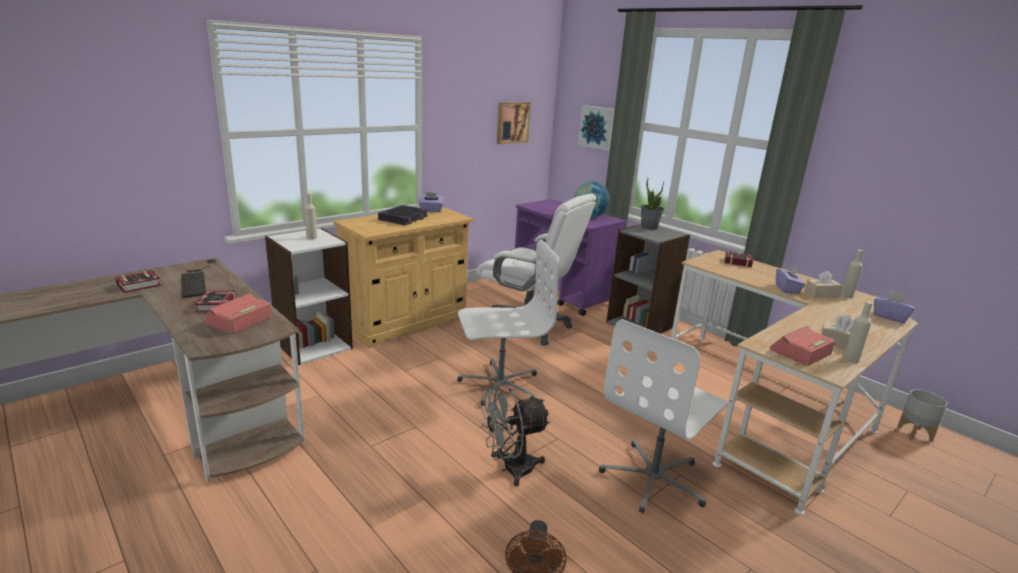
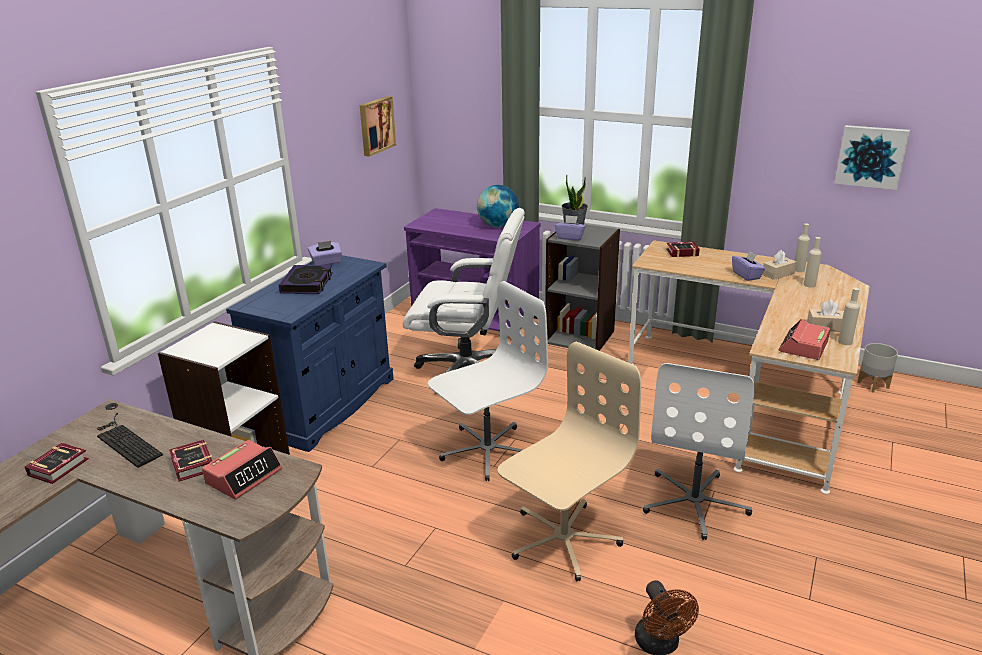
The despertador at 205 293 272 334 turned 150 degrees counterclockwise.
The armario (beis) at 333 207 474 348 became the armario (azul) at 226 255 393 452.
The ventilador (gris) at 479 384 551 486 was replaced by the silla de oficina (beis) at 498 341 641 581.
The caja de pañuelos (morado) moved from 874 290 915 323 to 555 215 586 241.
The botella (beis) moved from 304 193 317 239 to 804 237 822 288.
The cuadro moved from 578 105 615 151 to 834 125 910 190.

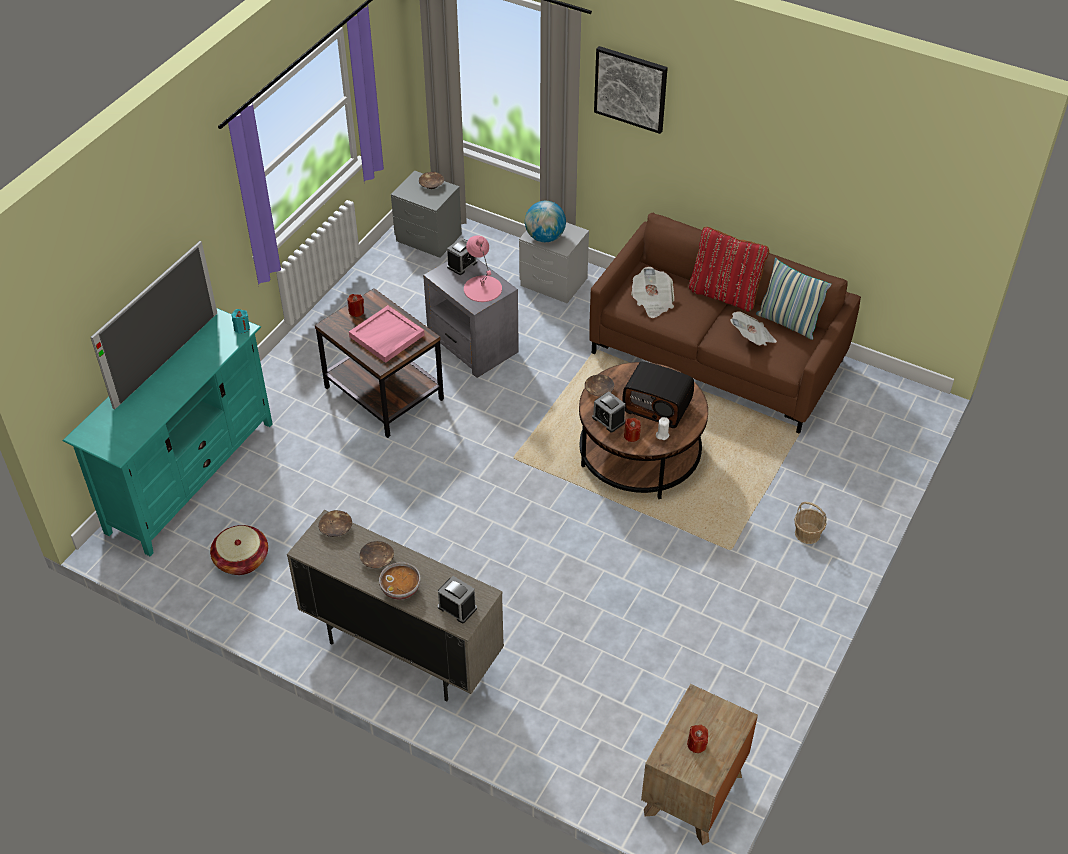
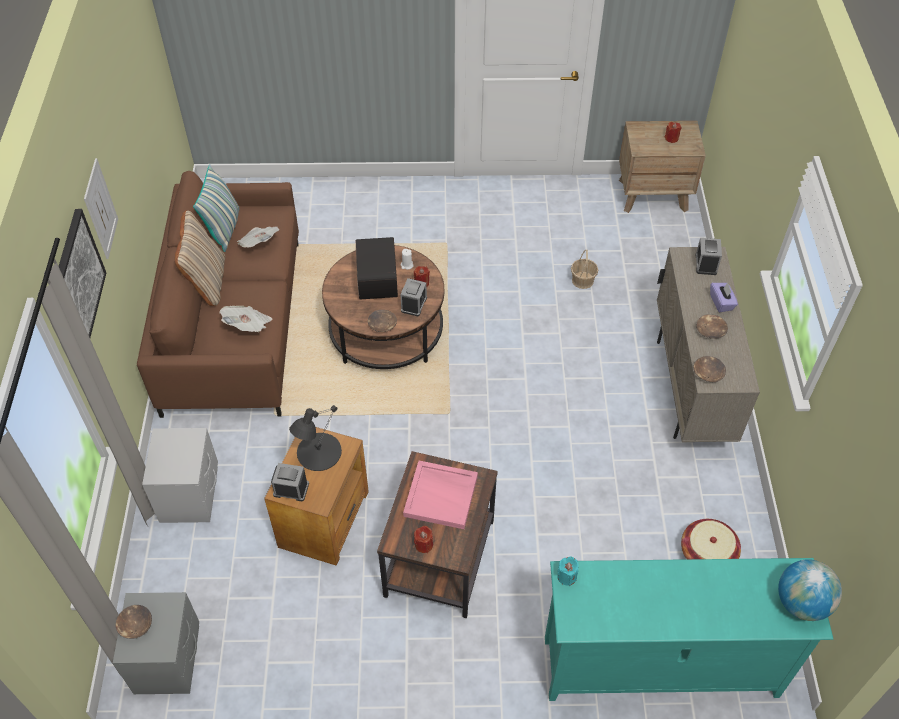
The cuadro at 84 158 118 259 appeared.
The cojín (rojo) at 689 227 769 312 became the cojín (beis) at 175 211 225 306.
The mesa auxiliar (gris) at 423 258 519 378 became the mesa auxiliar (marrón) at 264 427 369 566.
The lámpara de mesa (rosa) at 464 235 502 302 became the lámpara de mesa (negro) at 289 405 342 471.
The cesta moved from 794 502 827 544 to 571 250 598 289.
The cuenco at 379 562 421 600 was replaced by the caja de pañuelos (morado) at 710 283 738 313.
The globo terráqueo moved from 525 201 566 242 to 778 559 842 621.
The televisor at 91 241 217 409 disappeared.

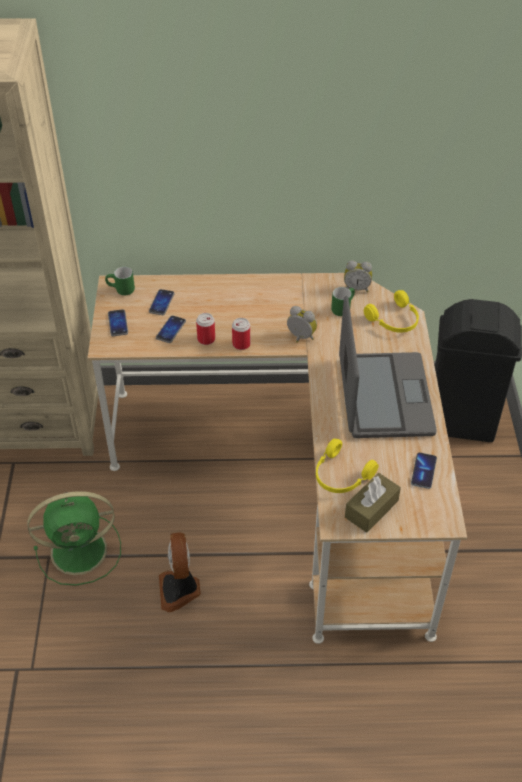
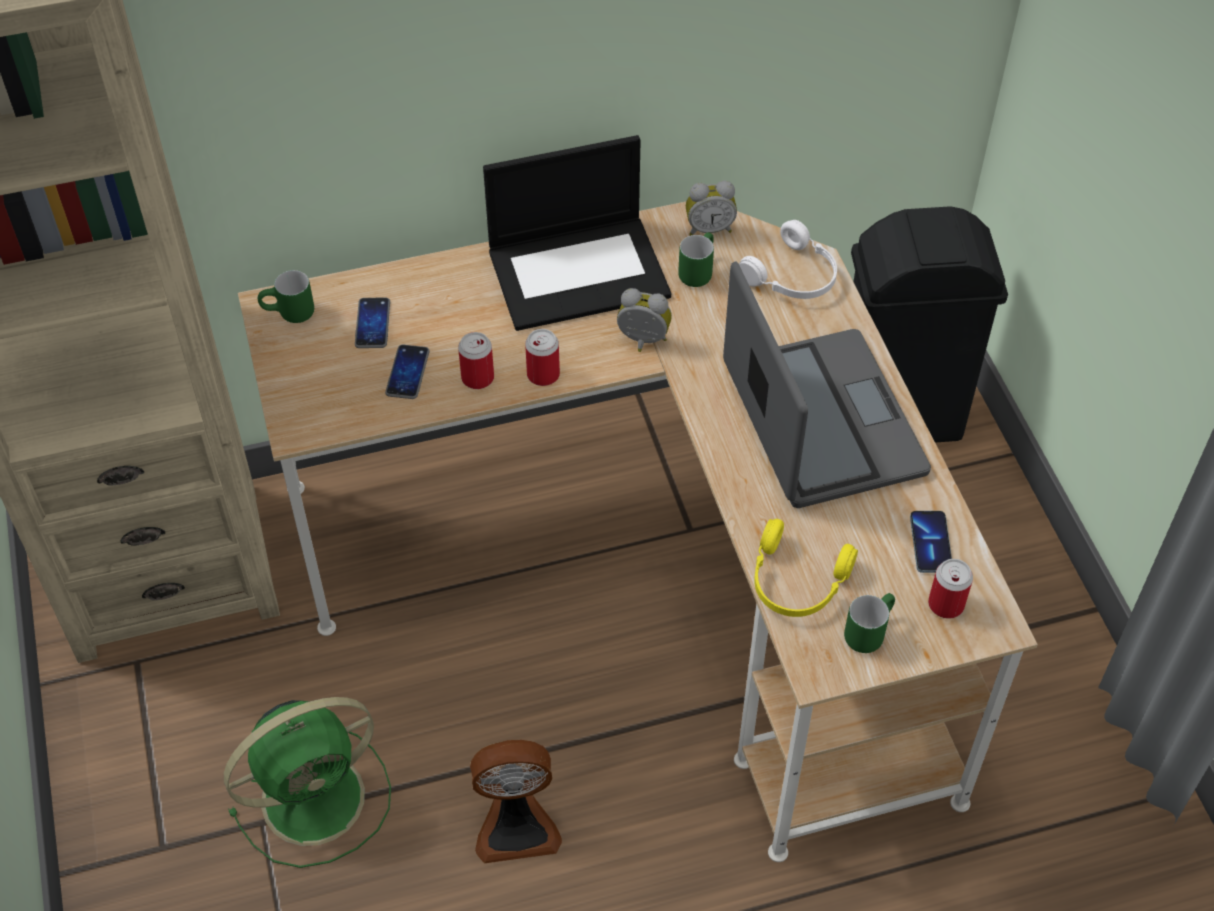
The ventilador at 159 532 201 612 turned 75 degrees counterclockwise.
The portátil at 483 135 671 331 appeared.
The auriculares (amarillo) at 364 290 419 333 became the auriculares (blanco) at 739 220 837 299.
The caja de pañuelos (marrón) at 345 473 401 533 was replaced by the taza grande (verde) at 844 593 895 653.
The lata at 928 559 973 618 appeared.
The móvil at 108 309 128 336 disappeared.

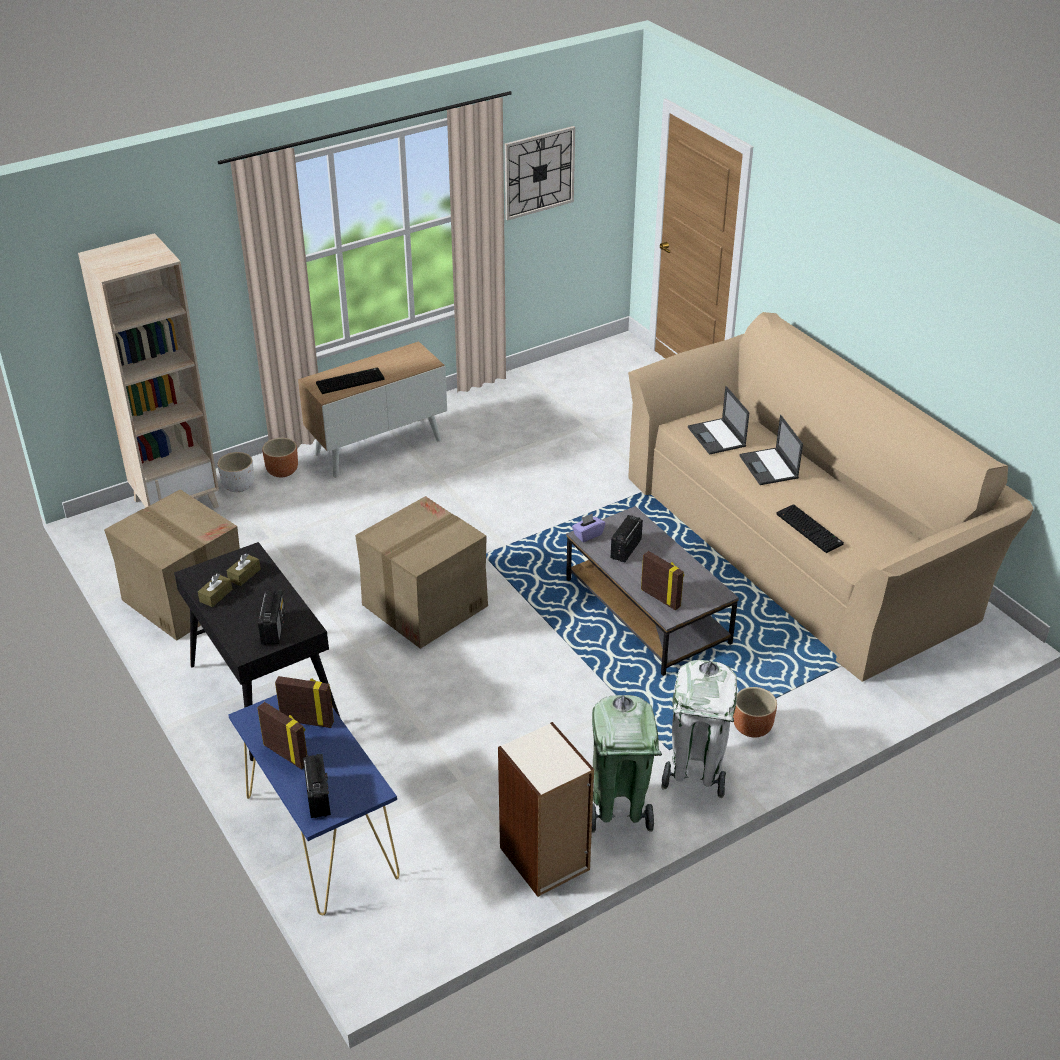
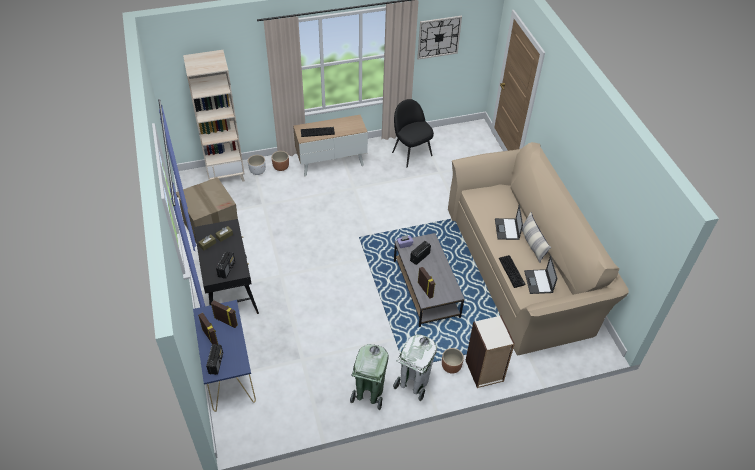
The silla (negro) at 392 99 434 167 appeared.
The estantería moved from 498 722 594 897 to 466 315 515 388.
The cojín at 522 212 551 263 appeared.
The portátil moved from 688 386 750 455 to 524 255 558 294.
The caja de cartón at 355 496 488 649 disappeared.

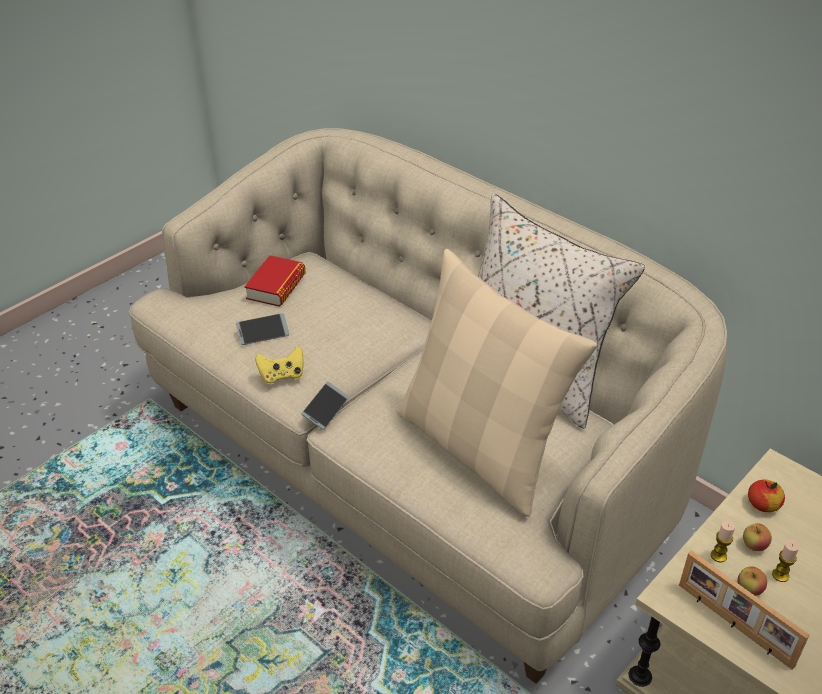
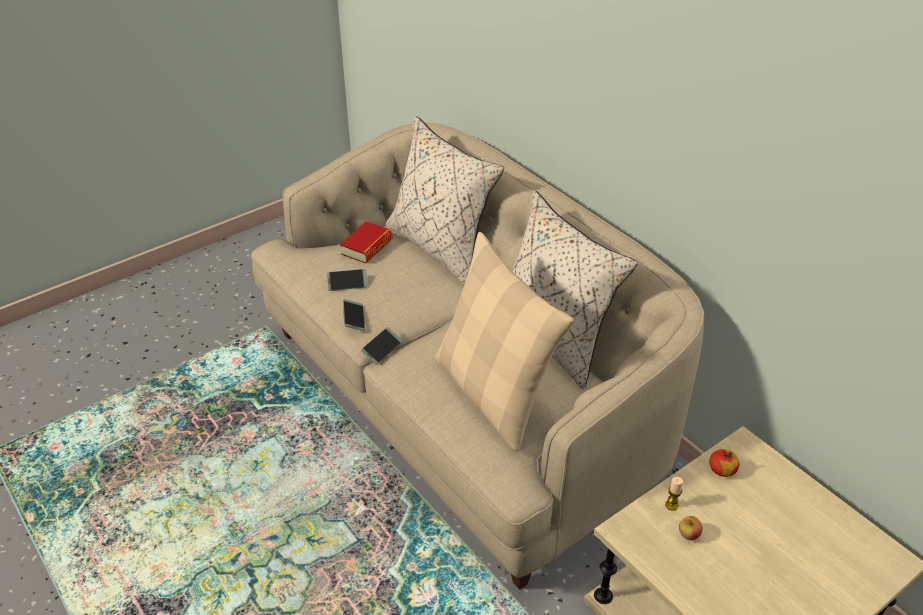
The mando de consola (amarillo) at 255 346 304 384 was replaced by the móvil at 343 299 365 331.
The cojín (beis) at 386 116 504 285 appeared.
The portarretratos at 679 550 809 670 disappeared.
The manzana at 743 523 772 551 disappeared.
The vela at 772 540 800 582 disappeared.

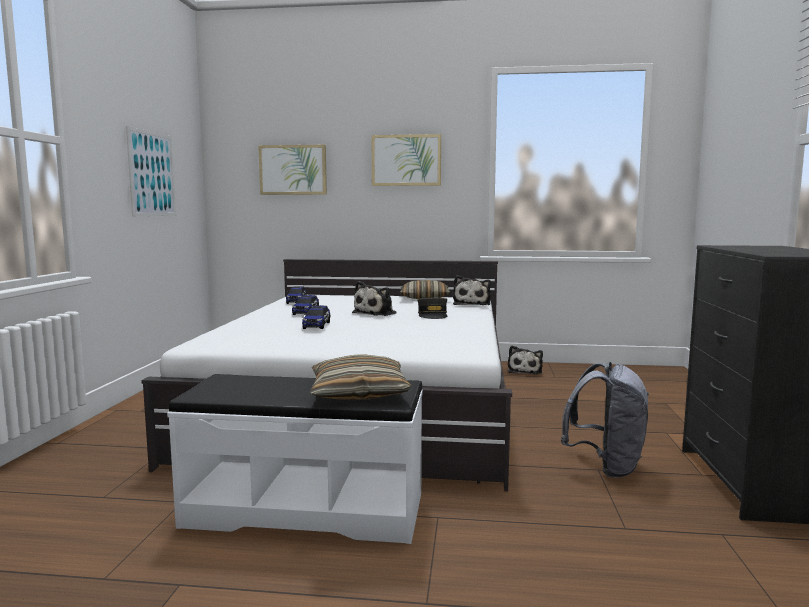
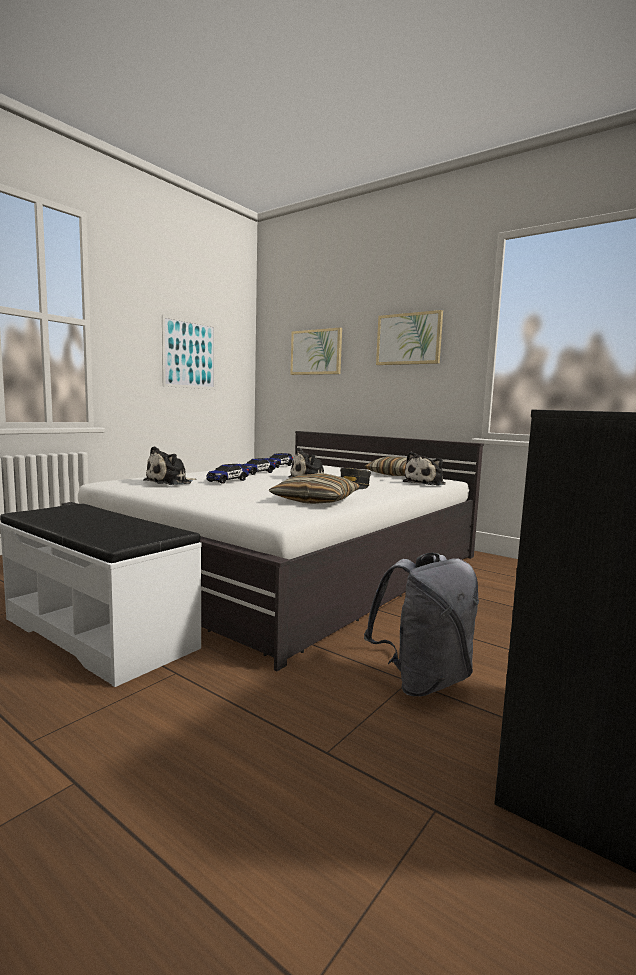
The peluche moved from 508 346 543 374 to 143 446 197 485.
The cojín moved from 310 354 411 400 to 268 473 360 504.

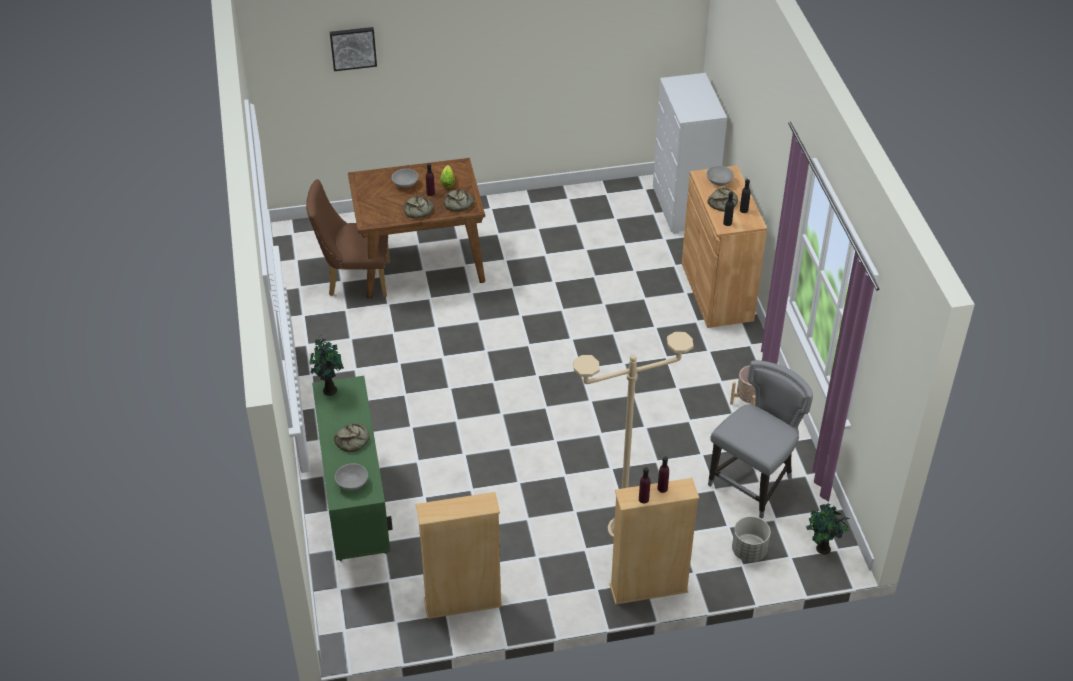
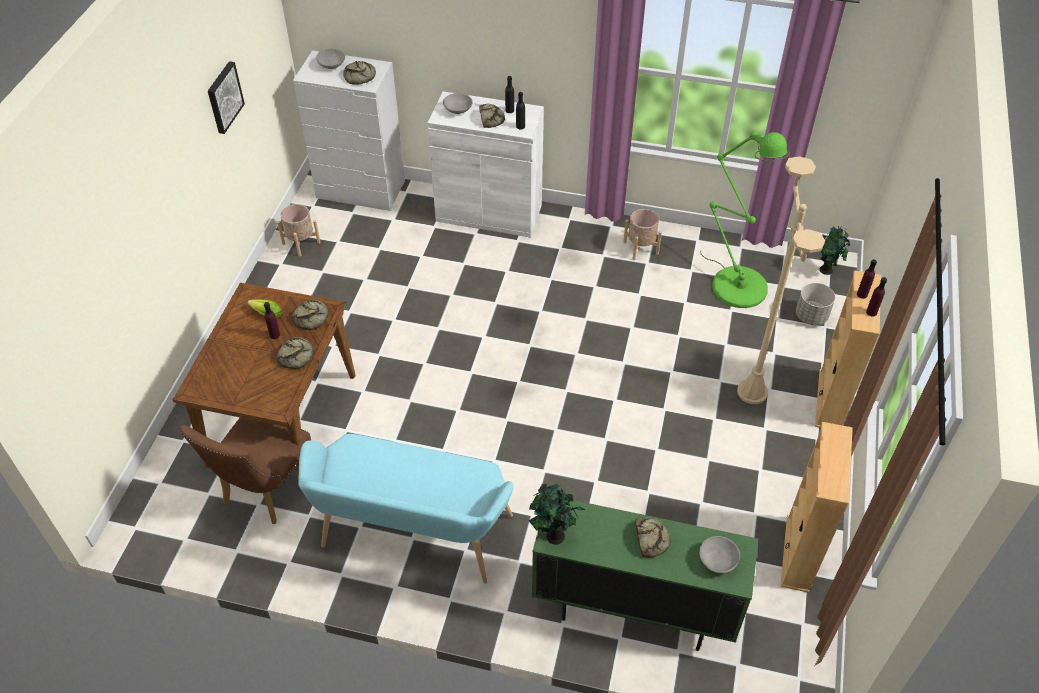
The cuadro moved from 330 27 377 71 to 208 61 245 134.
The maceta (beis) at 277 204 321 257 appeared.
The banco (turquesa) at 298 434 514 584 appeared.
The cuenco (gris) moved from 392 168 418 188 to 316 48 345 69.
The pan at 343 61 376 85 appeared.
The armario (marrón) at 682 165 767 328 became the armario (blanco) at 428 91 544 238.
The silla (gris) at 708 360 813 519 was replaced by the lámpara de pie (verde) at 700 131 790 308.

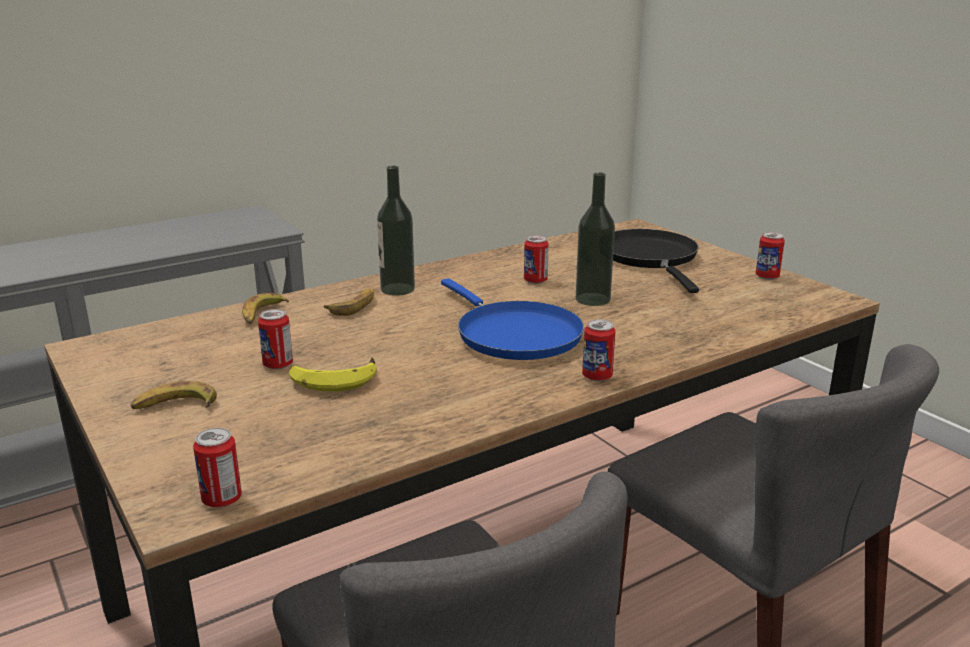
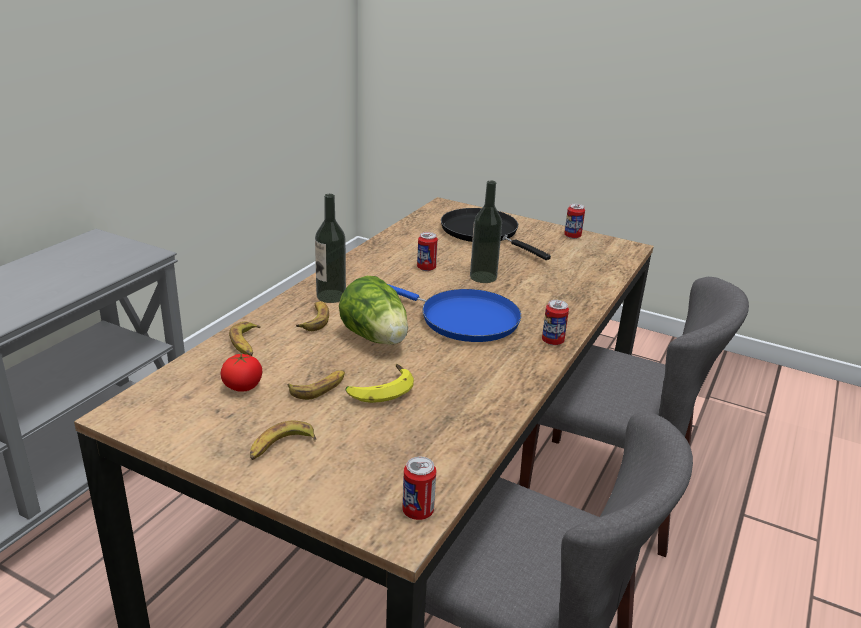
The tomate at 221 353 262 392 appeared.
The lata at 258 309 293 370 was replaced by the plátano at 287 370 345 400.
The lechuga at 339 276 408 345 appeared.

